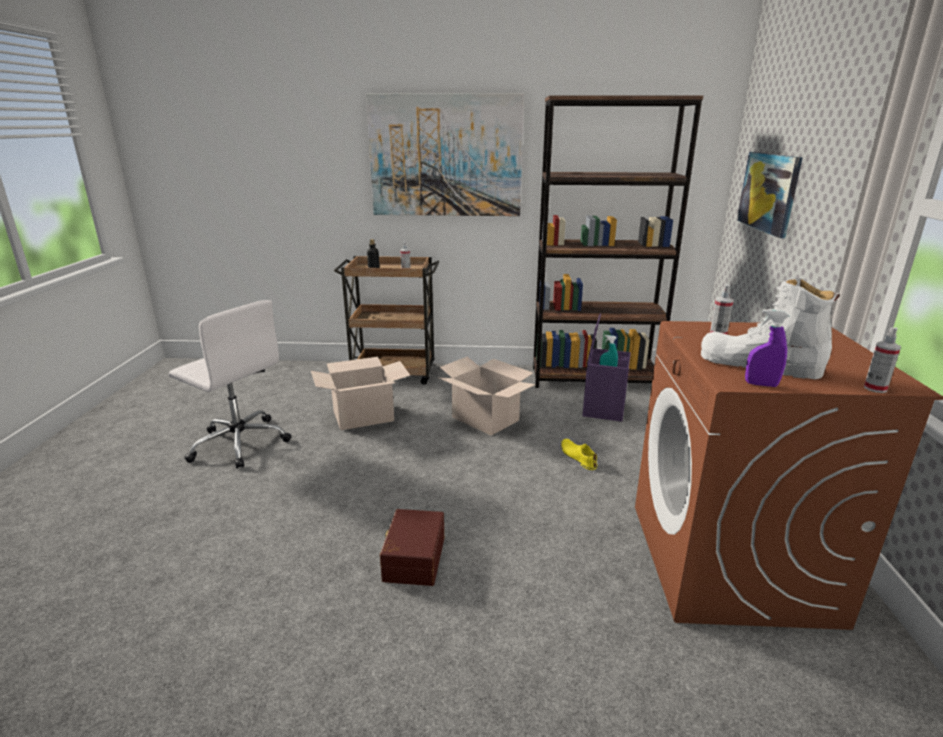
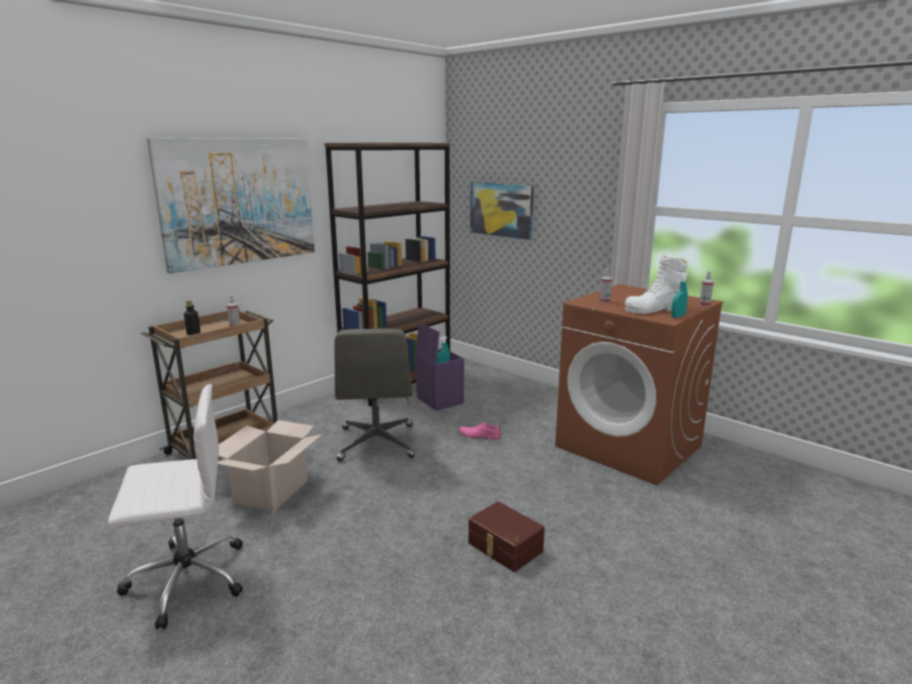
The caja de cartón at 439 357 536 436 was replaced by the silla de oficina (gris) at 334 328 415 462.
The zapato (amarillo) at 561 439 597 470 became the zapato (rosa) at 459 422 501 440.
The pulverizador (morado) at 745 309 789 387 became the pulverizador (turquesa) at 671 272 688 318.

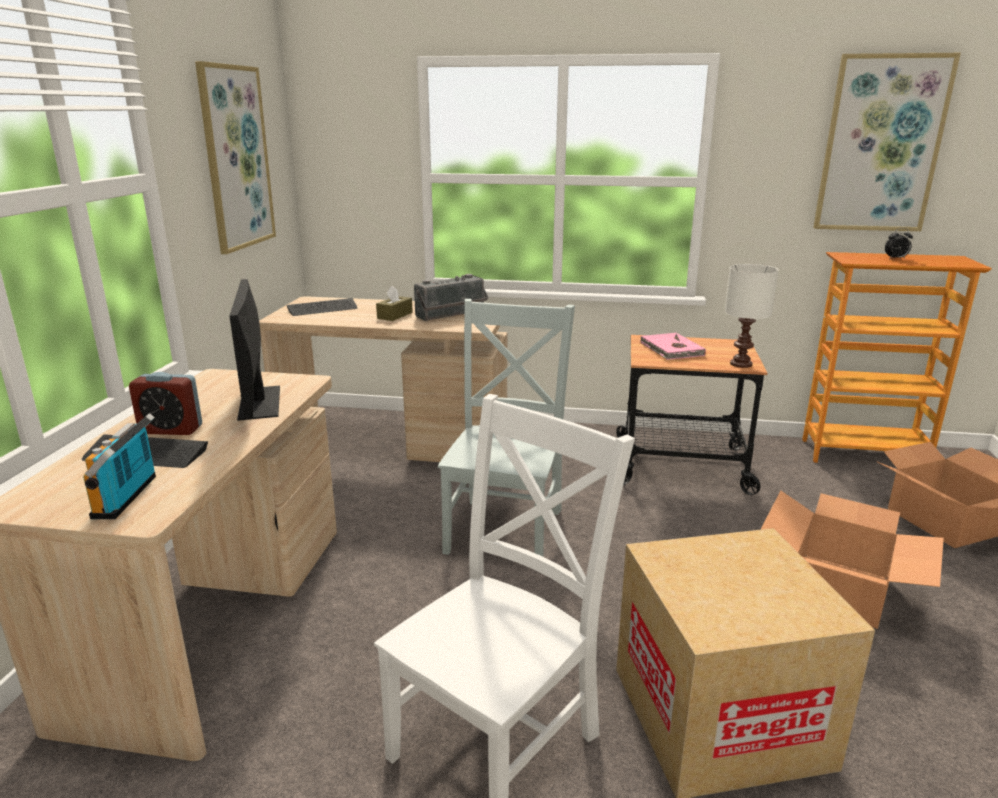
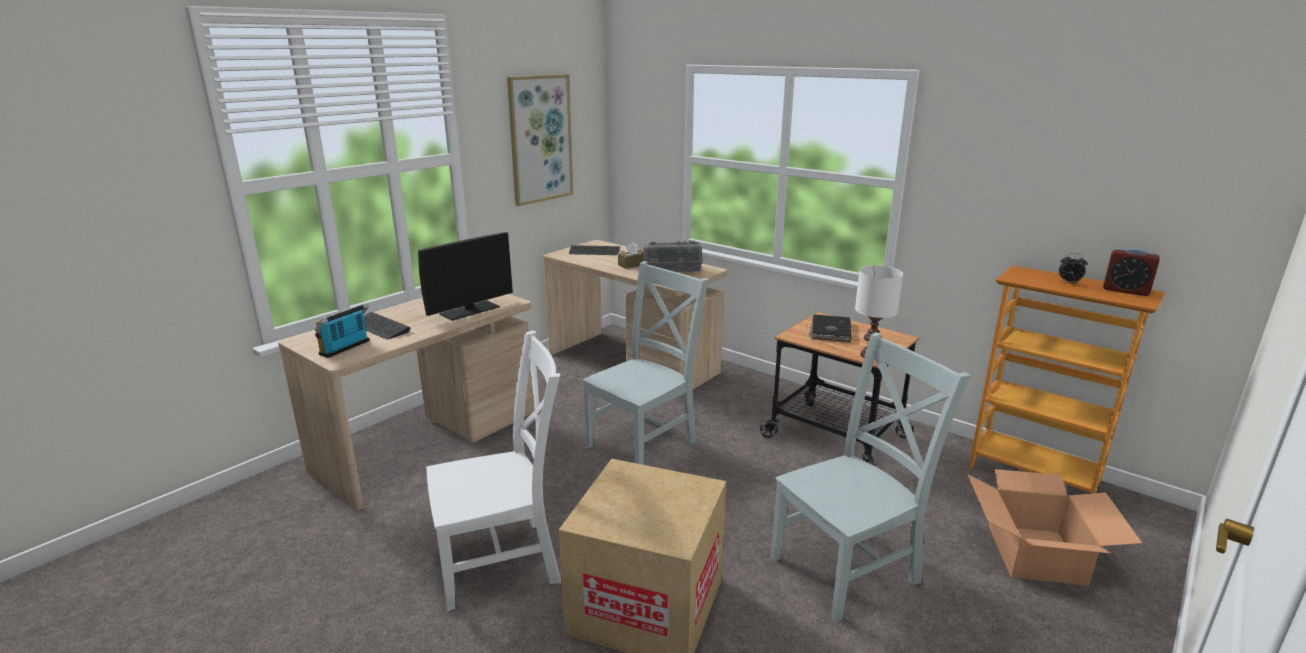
The monitor at 229 279 280 421 turned 150 degrees counterclockwise.
The caja de cartón at 761 490 944 629 was replaced by the silla (gris) at 771 332 971 622.
The libro (rosa) at 640 333 706 360 became the libro (negro) at 809 315 852 342.
The despertador moved from 129 372 202 435 to 1103 248 1160 296.
The cuadro at 813 53 961 231 disappeared.

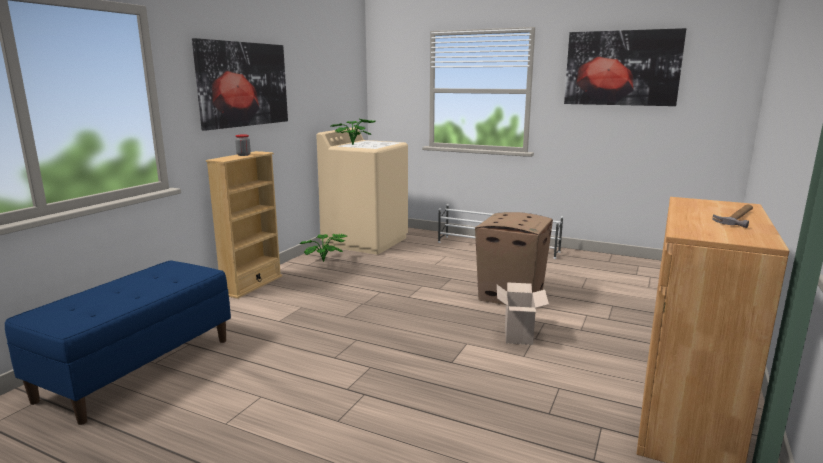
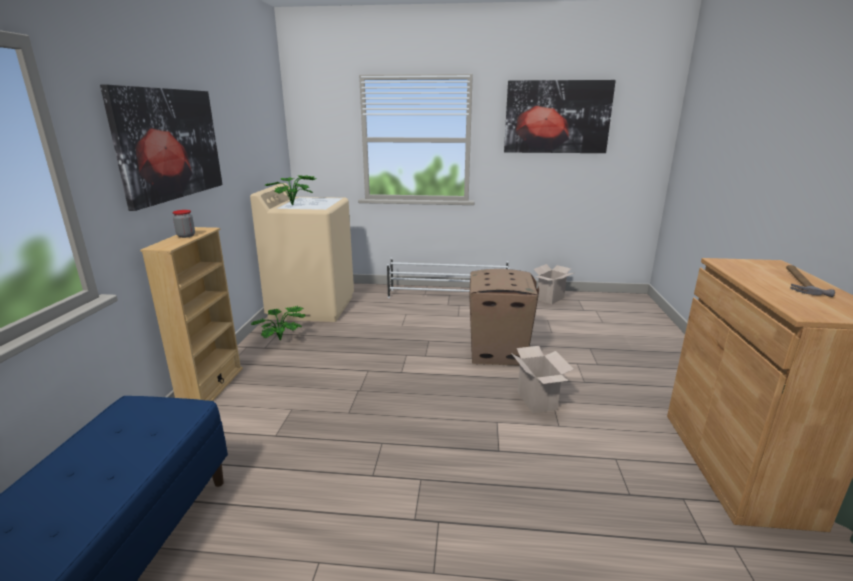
The caja de cartón at 534 264 574 304 appeared.

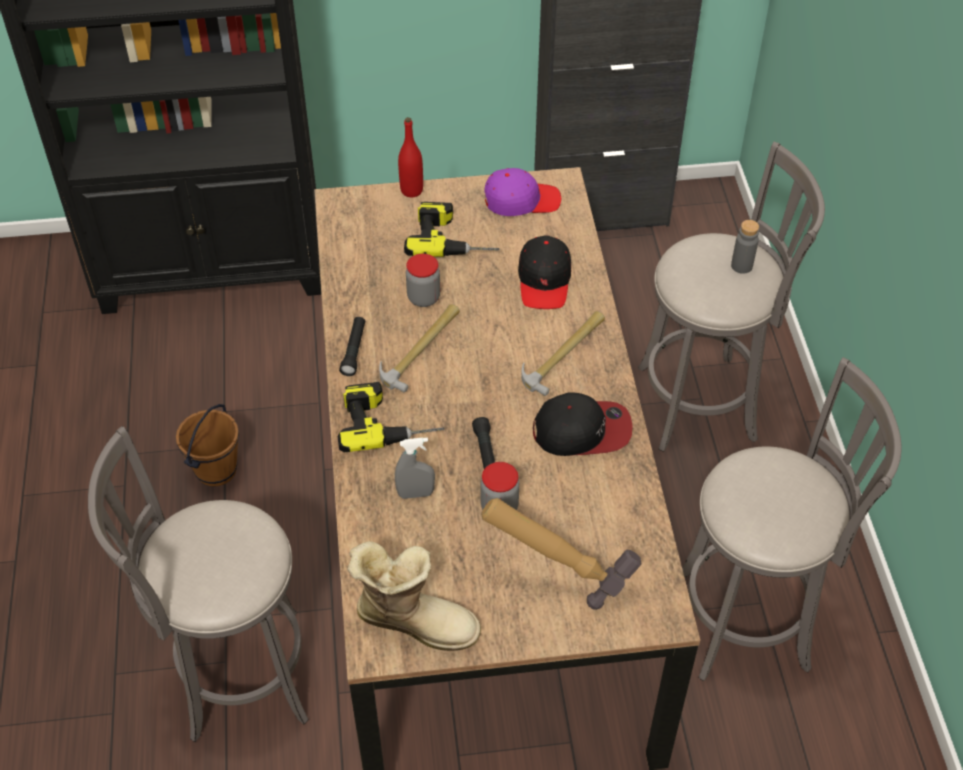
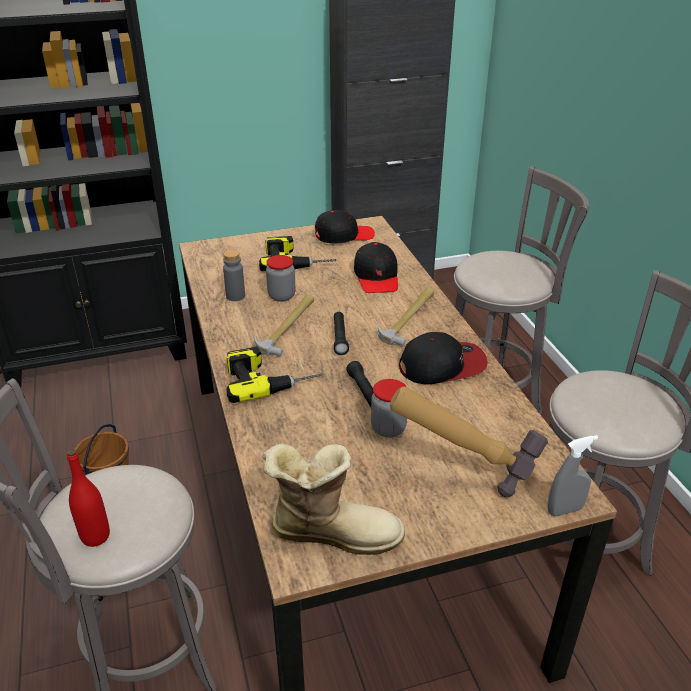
The botella (rojo) moved from 398 117 423 197 to 67 449 110 547.
The botella (gris) moved from 731 220 759 274 to 223 250 245 301.
The gorra (morado) at 484 168 561 216 became the gorra (negro) at 315 210 375 244.
The linterna (negro) moved from 339 317 365 376 to 334 312 349 355.
The pulverizador (gris) moved from 395 438 435 499 to 548 435 598 516.

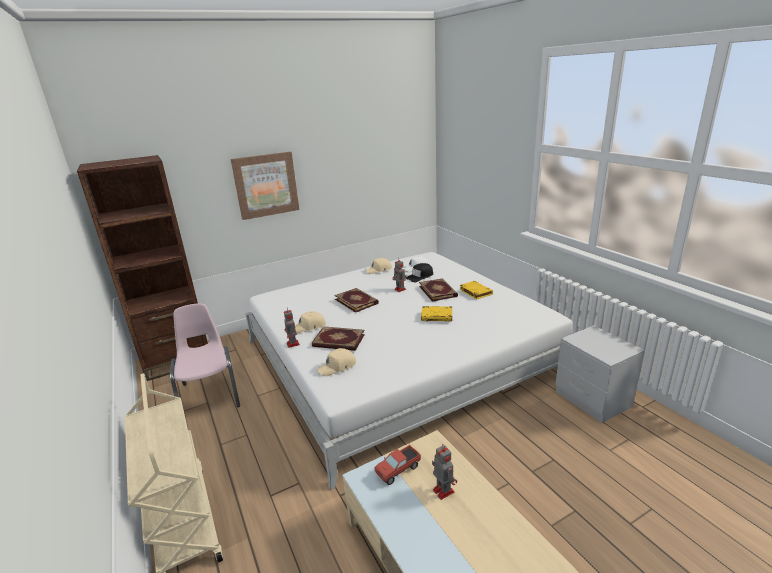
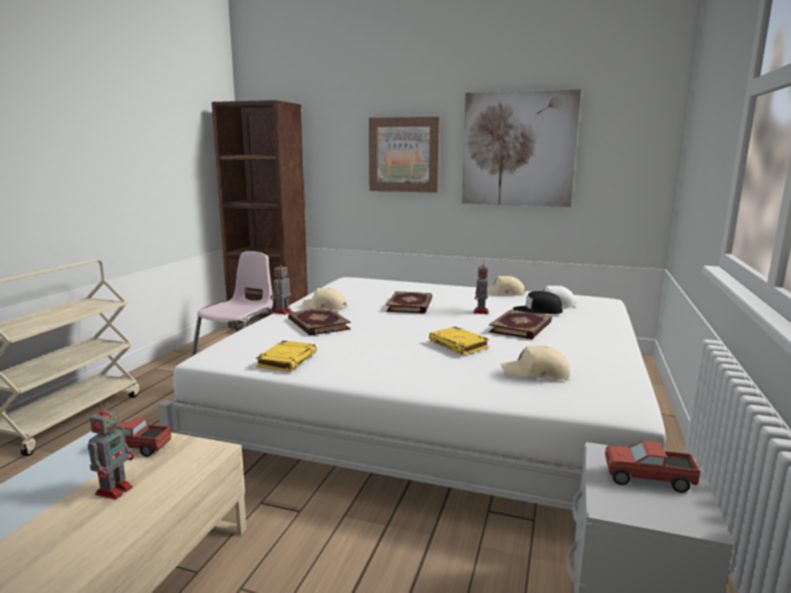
The libro (amarillo) moved from 459 281 493 299 to 256 341 316 372.
The cuadro at 462 89 581 207 appeared.
The gorra (beis) moved from 317 348 356 376 to 501 345 570 380.
The camión de juguete at 605 441 700 493 appeared.

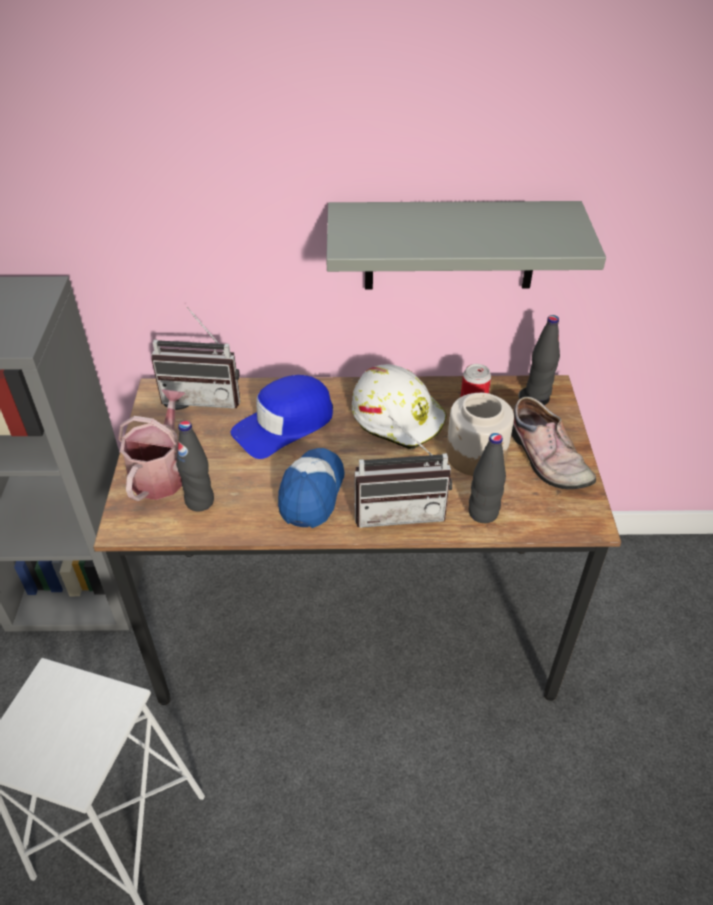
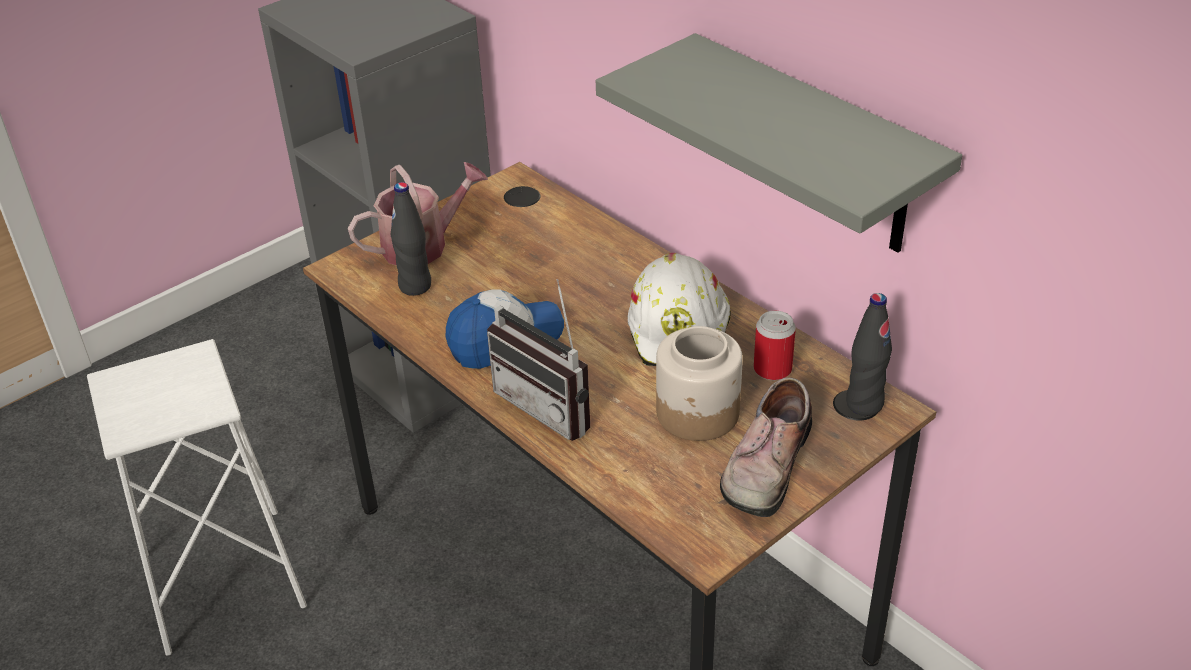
The radio at 151 307 240 409 disappeared.
The gorra (azul) at 231 375 333 459 disappeared.
The botella (negro) at 469 433 506 523 disappeared.

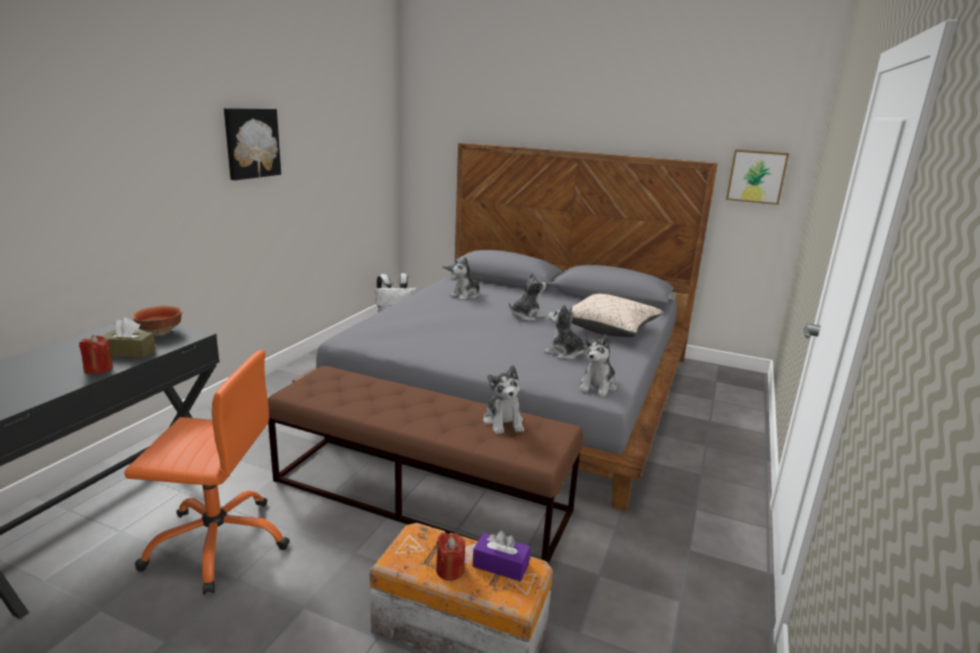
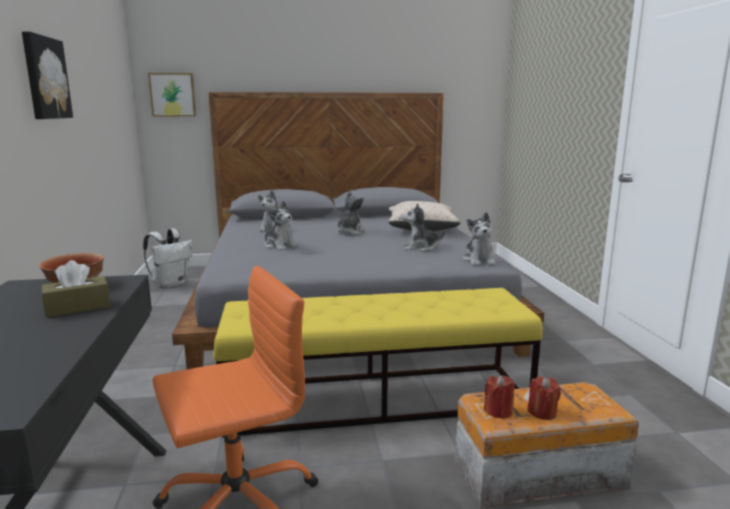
The cuadro moved from 726 149 789 205 to 148 73 196 116.
The banco (marrón) at 268 366 583 564 became the banco (amarillo) at 213 288 543 438.
The peluche moved from 483 365 524 434 to 265 201 298 250.
The vela (rojo) moved from 79 335 113 374 to 484 375 515 419.
The caja de pañuelos (morado) at 473 531 530 582 disappeared.

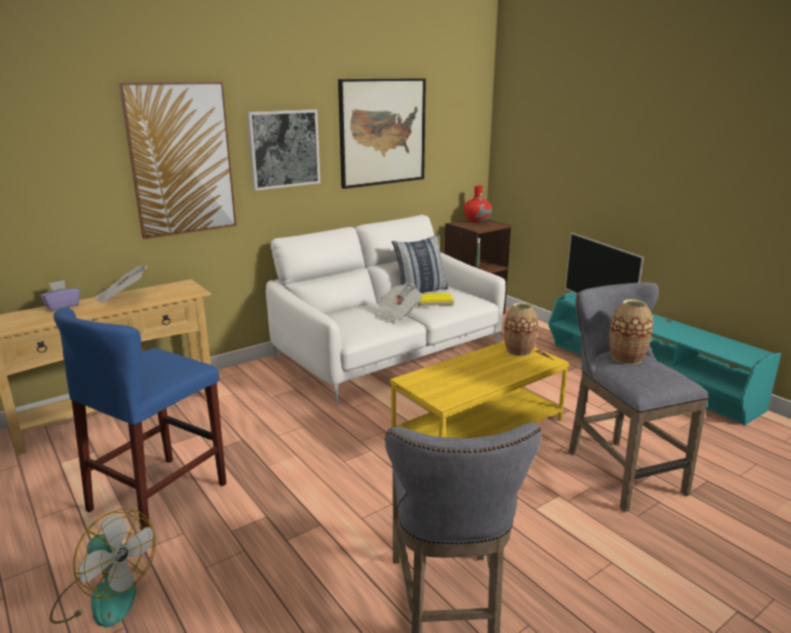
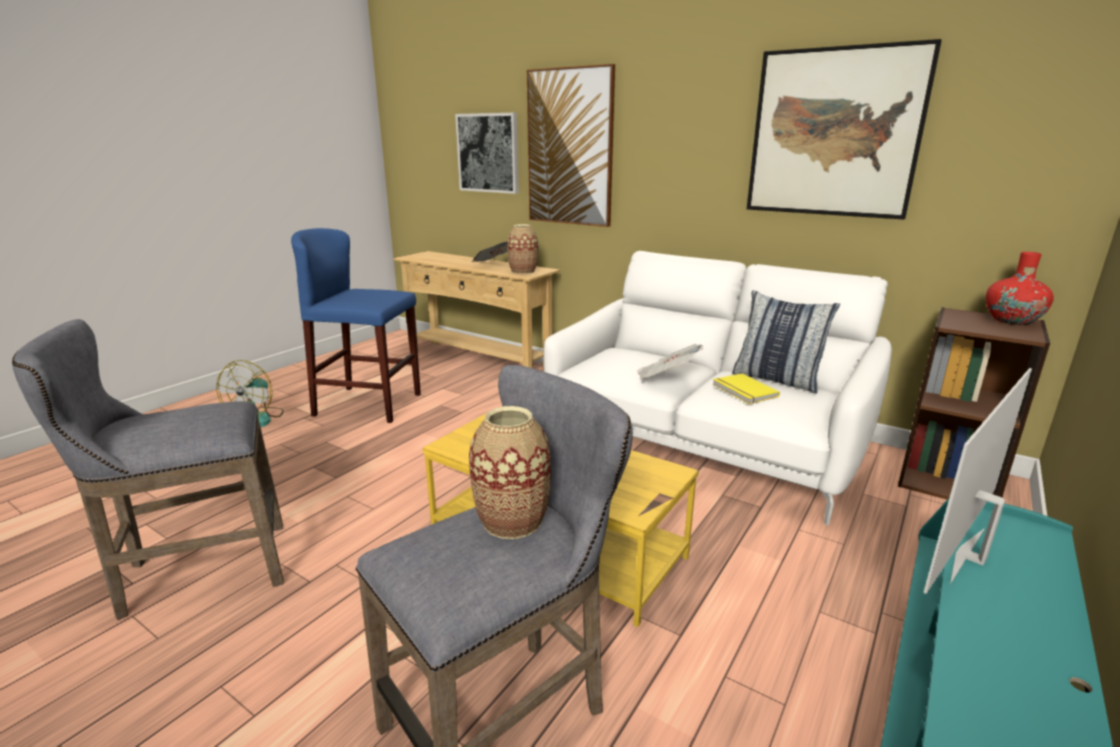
The cuadro moved from 247 109 320 191 to 455 113 519 194.
The florero moved from 504 302 538 356 to 507 224 538 274.
The caja de pañuelos (morado) at 40 280 80 311 disappeared.

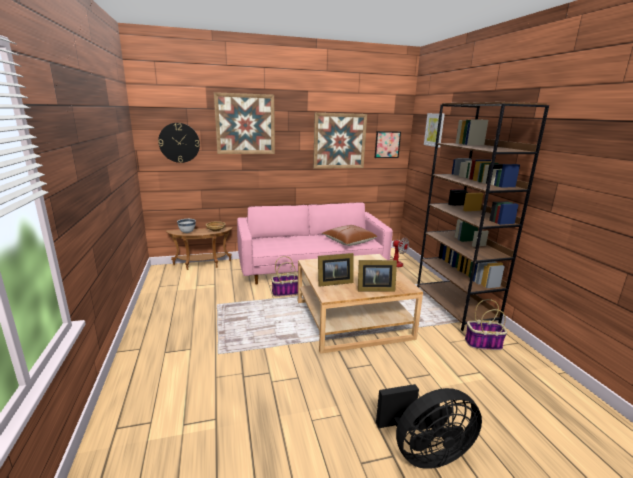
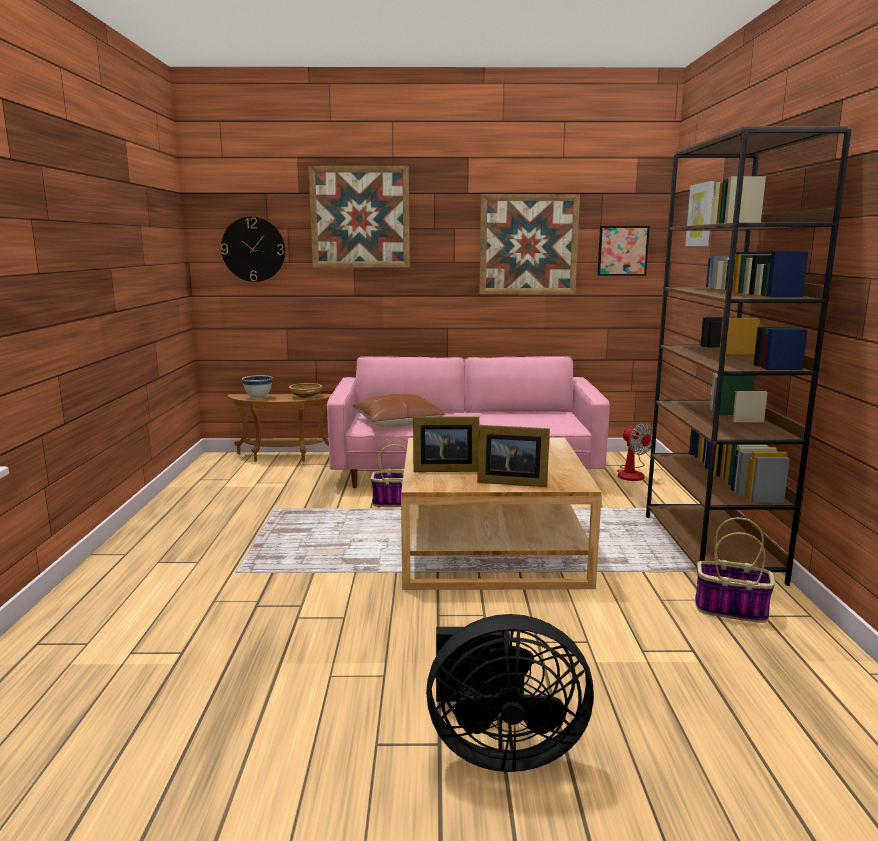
The cojín (marrón) moved from 322 225 377 246 to 353 394 445 427.

